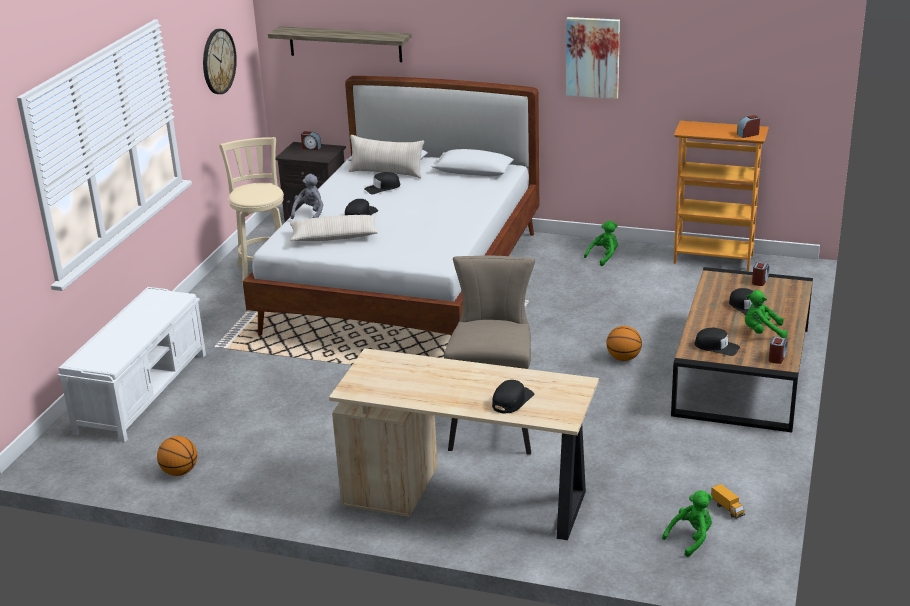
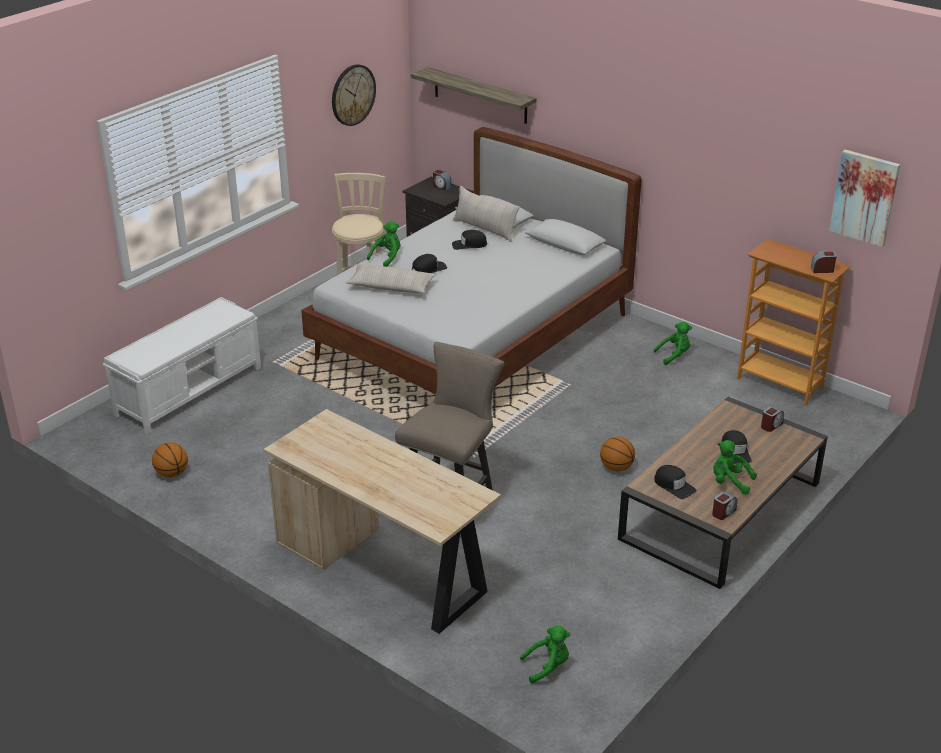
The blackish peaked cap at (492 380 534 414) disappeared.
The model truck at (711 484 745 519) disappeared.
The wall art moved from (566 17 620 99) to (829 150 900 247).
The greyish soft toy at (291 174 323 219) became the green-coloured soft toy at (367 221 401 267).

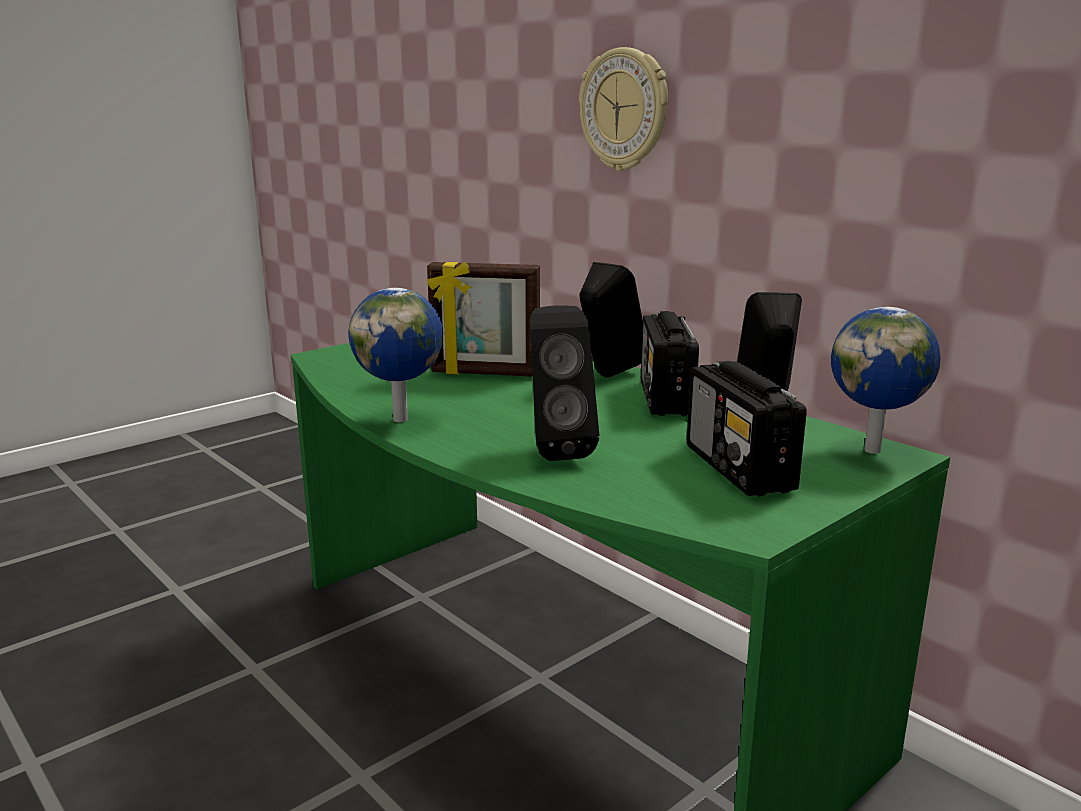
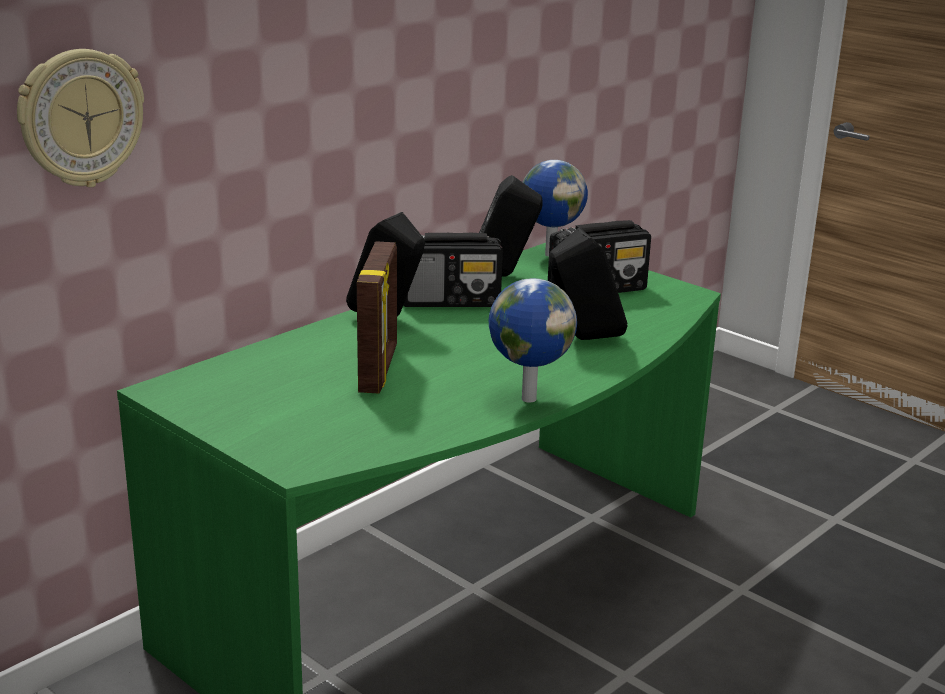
The hanging clock moved from (579 47 668 171) to (17 49 144 187).

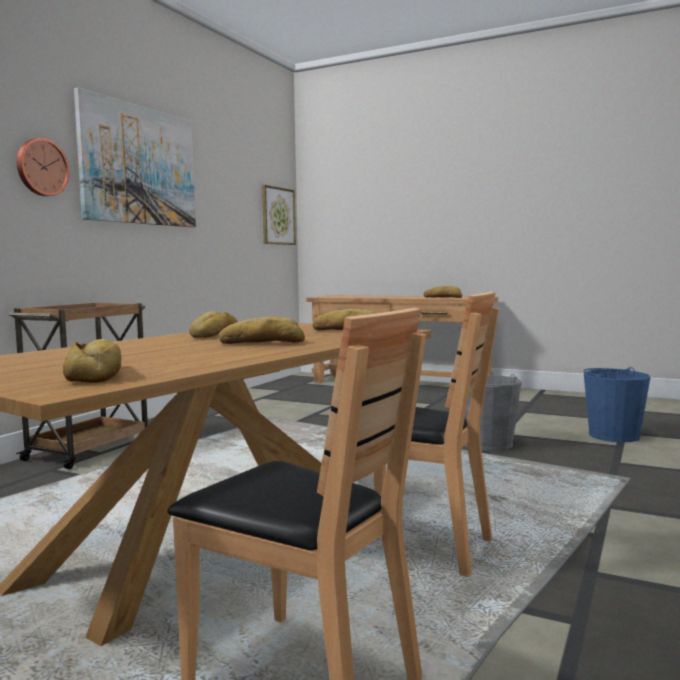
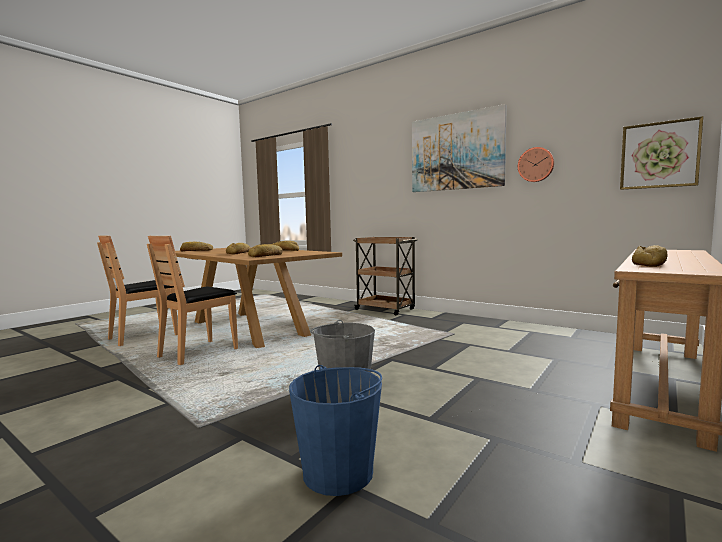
The hanging clock moved from (17 138 69 196) to (518 147 554 182).

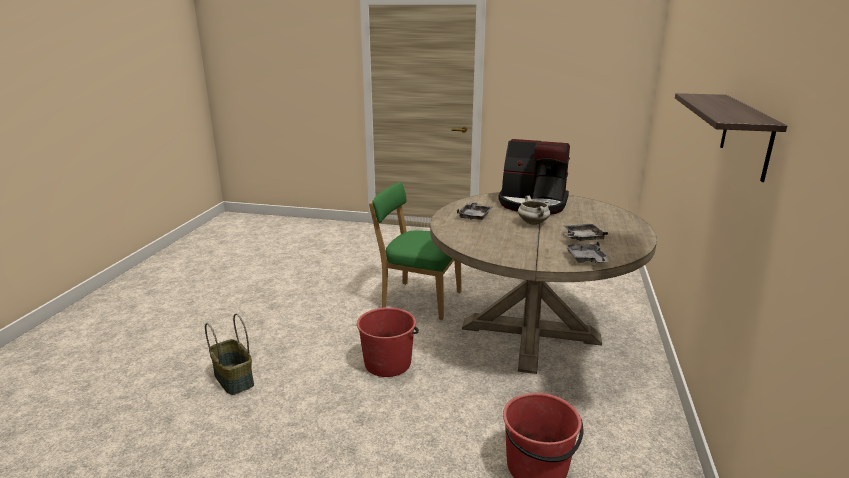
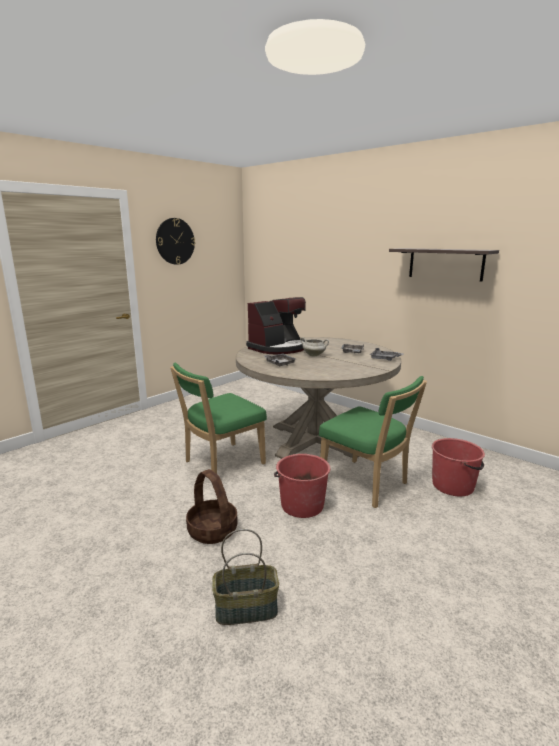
The hanging clock at (156 218 195 265) appeared.
The storage basket at (186 469 238 544) appeared.
The green-coloured chair at (319 376 427 508) appeared.

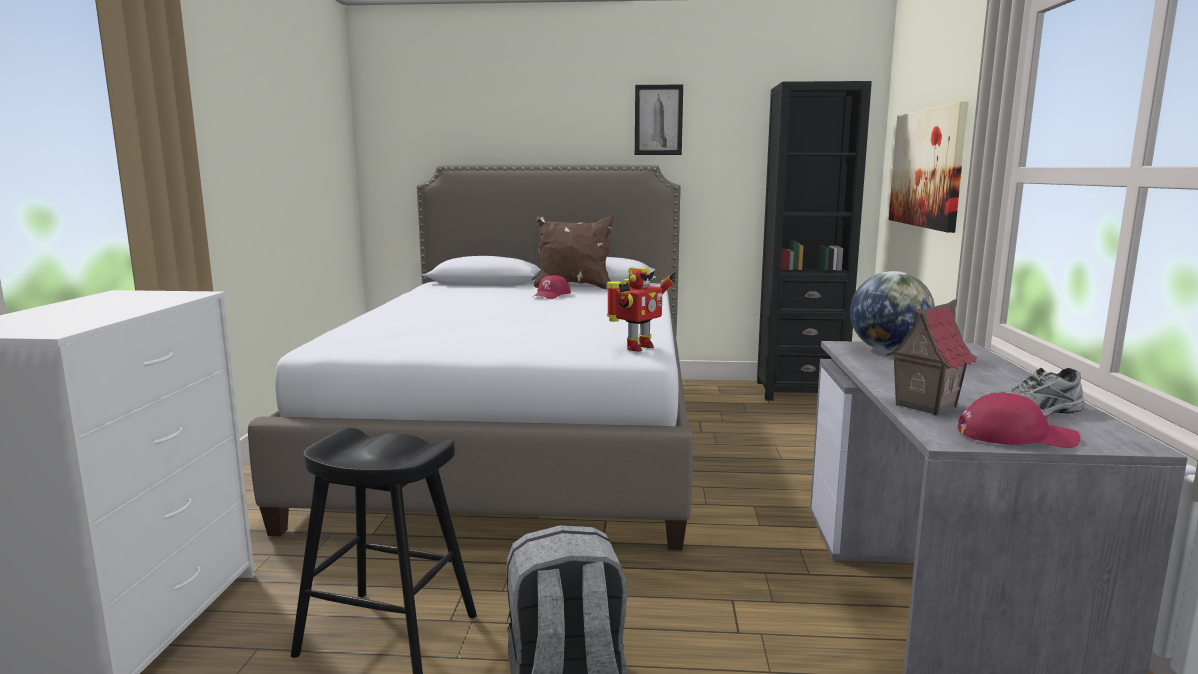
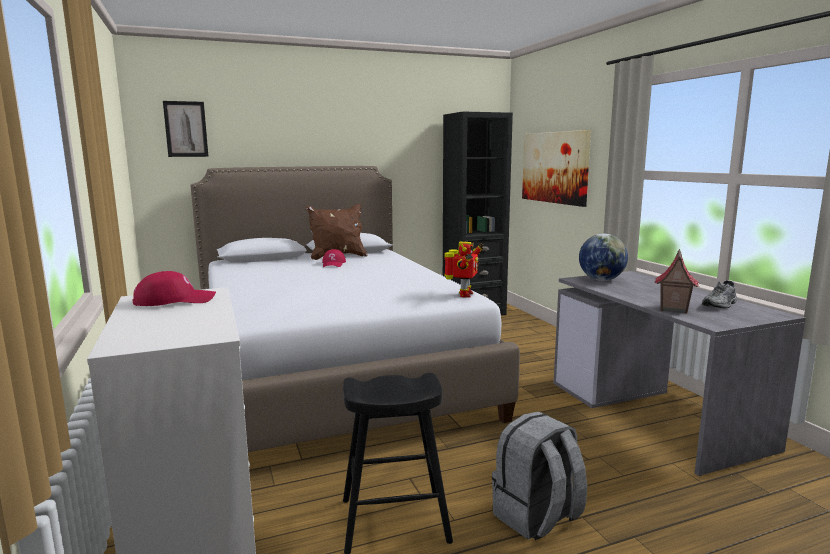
The wall art moved from (635 84 683 155) to (163 101 209 157).
The reddish peaked cap moved from (958 393 1081 448) to (133 271 216 306).

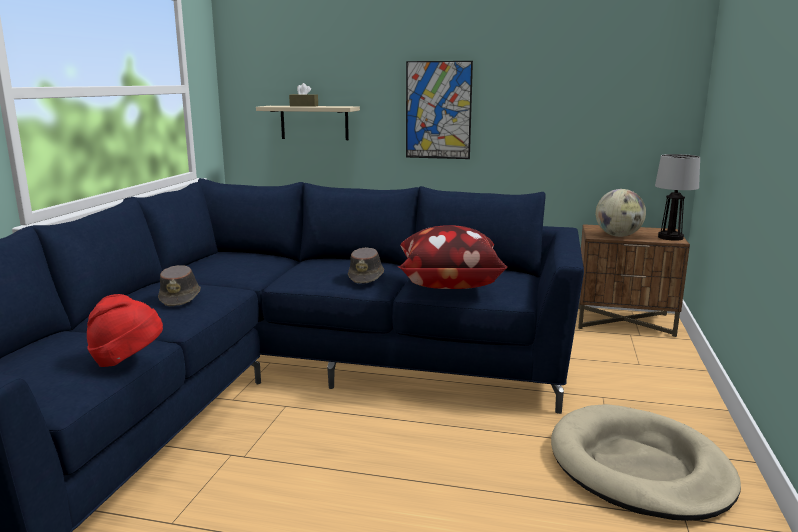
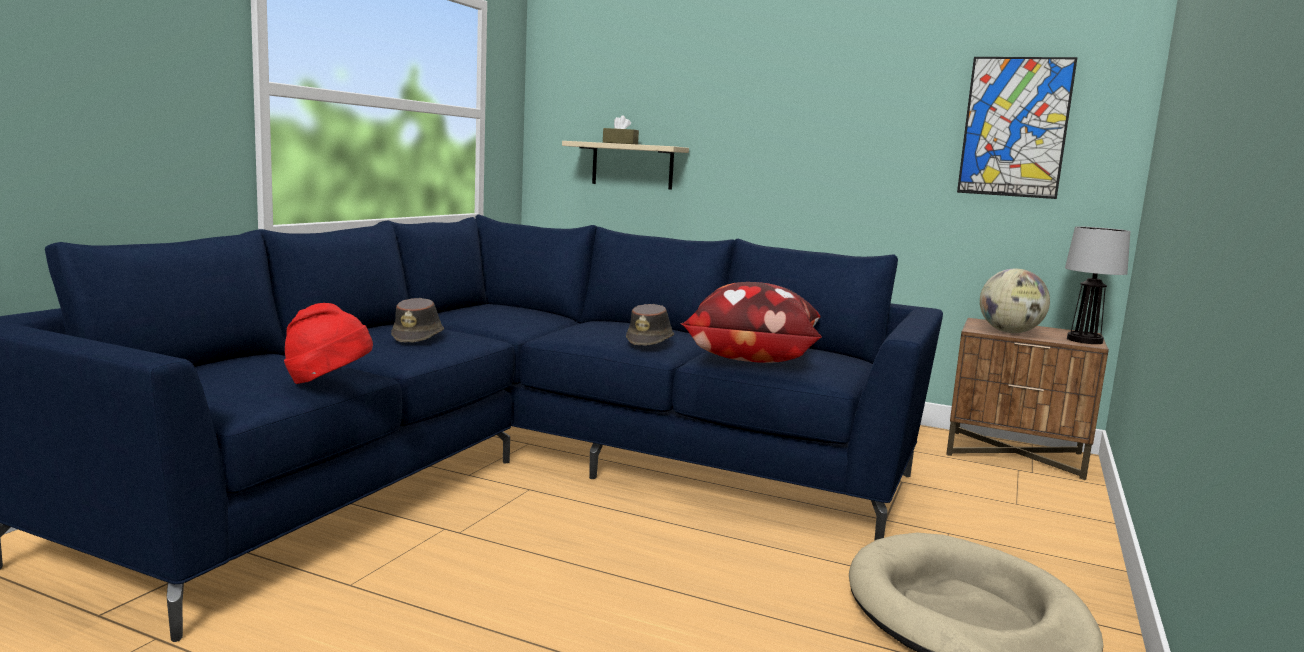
The wall art moved from (406 61 473 159) to (957 57 1078 199).

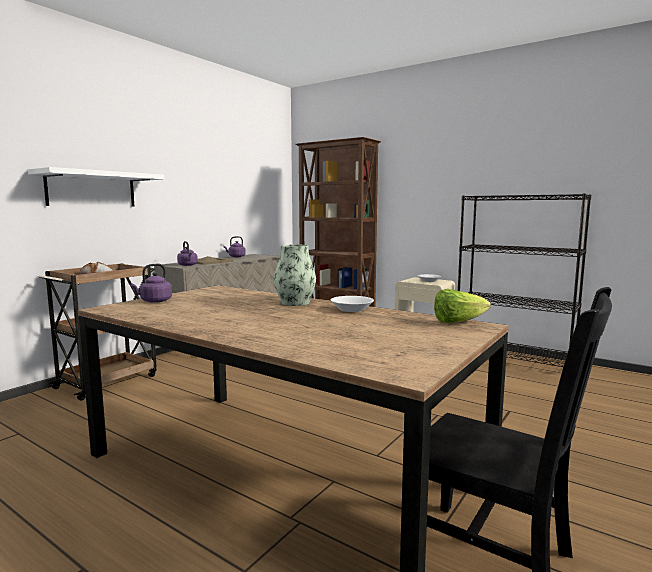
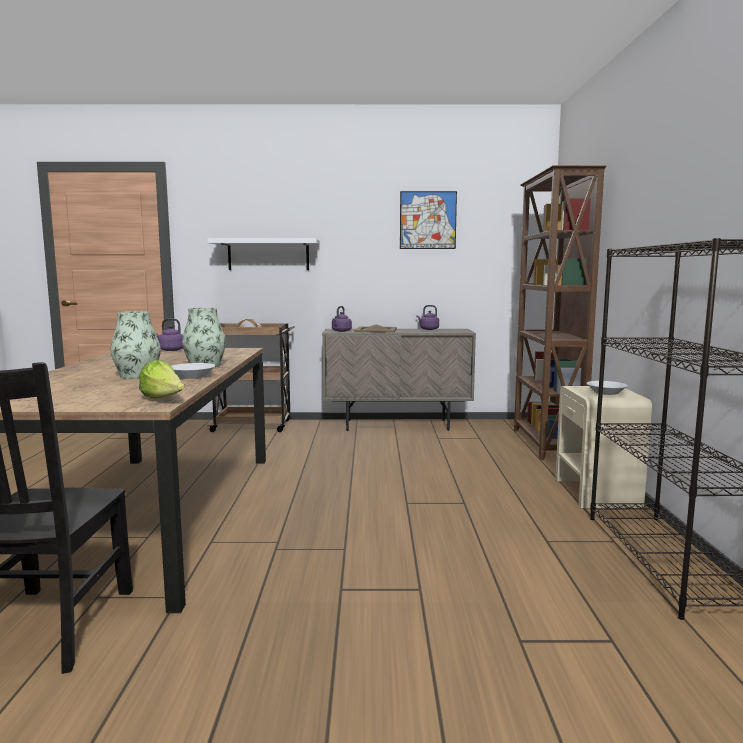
The vase at (110 311 161 379) appeared.
The wall art at (400 191 457 249) appeared.

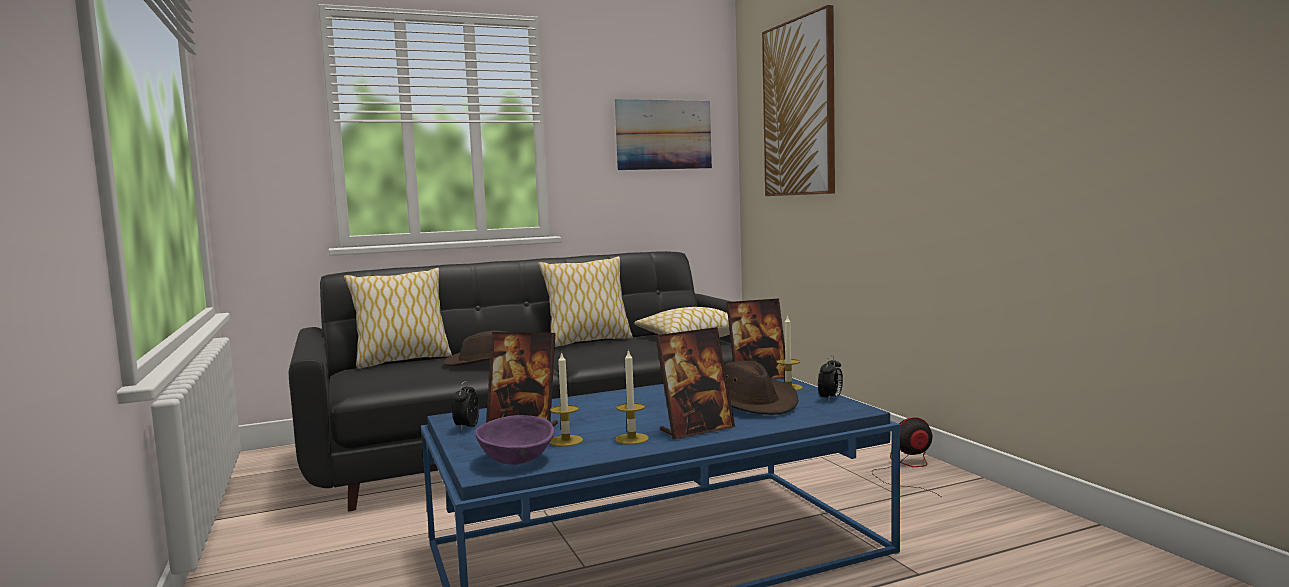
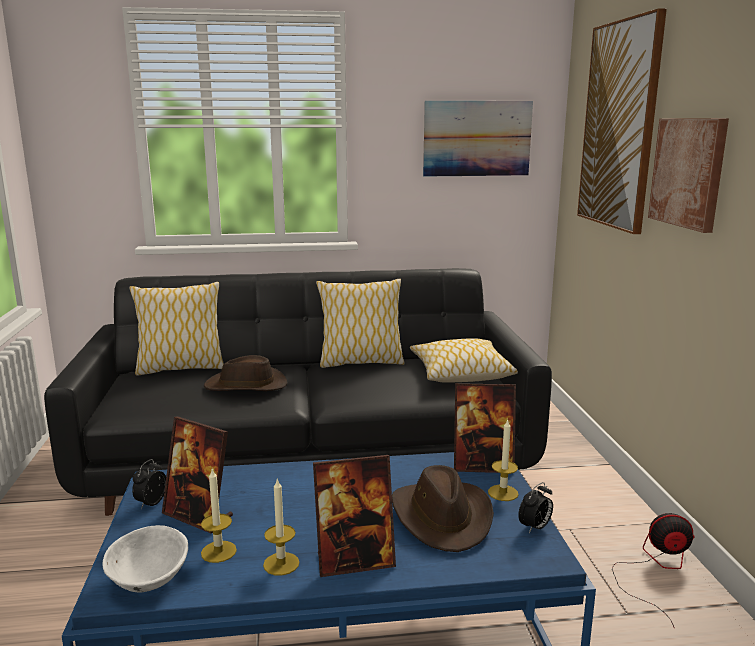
The wall art at (648 118 729 233) appeared.
The purple-coloured deep dish at (475 415 555 465) became the whitish deep dish at (103 525 188 593).

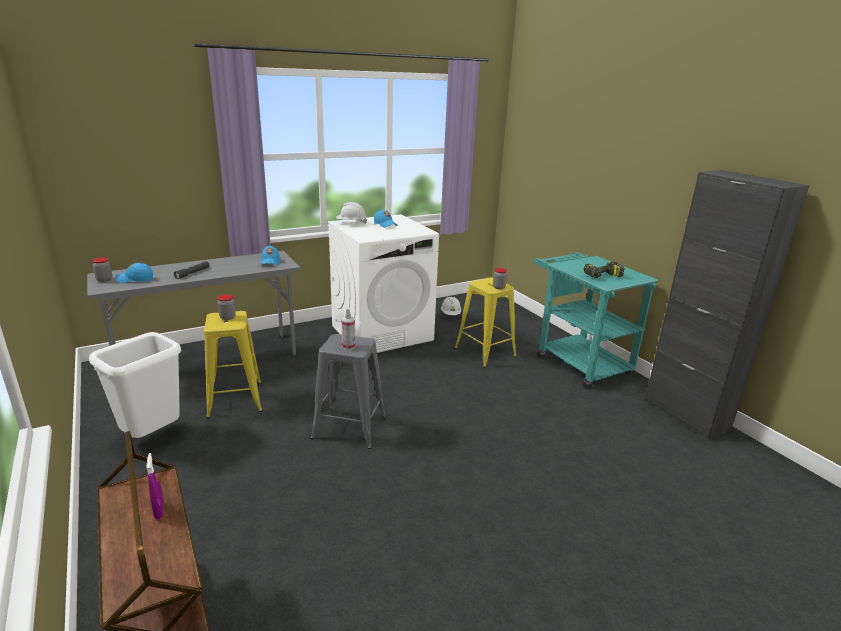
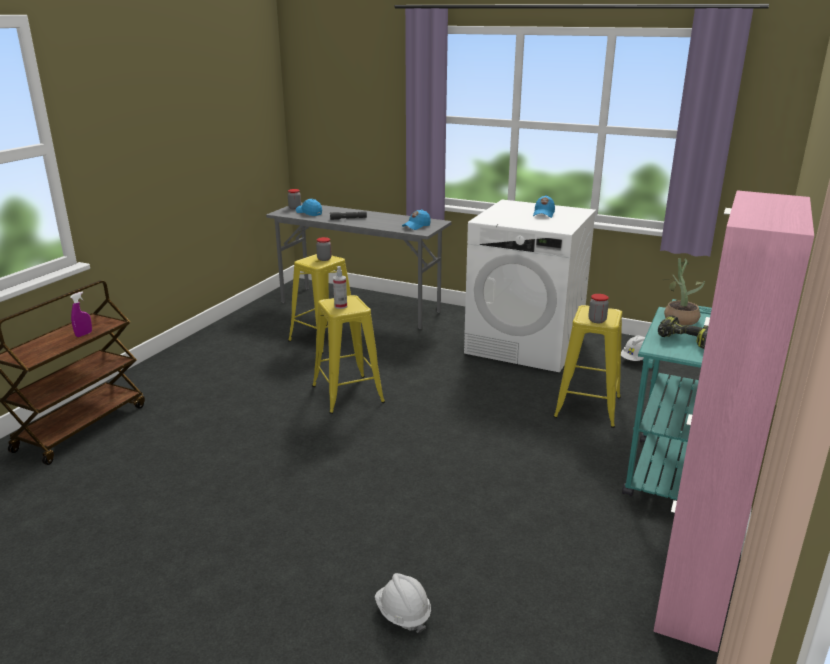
The whitish trash can at (89 332 181 438) disappeared.
The houseplant at (664 258 705 325) appeared.
The whitish safety helmet moved from (336 202 368 224) to (375 573 431 633).
The greyish stool seat at (311 334 386 449) became the yellow-coloured stool seat at (312 295 385 414).
The blackish cabinet at (645 170 809 440) became the pinkish cabinet at (653 190 814 652).

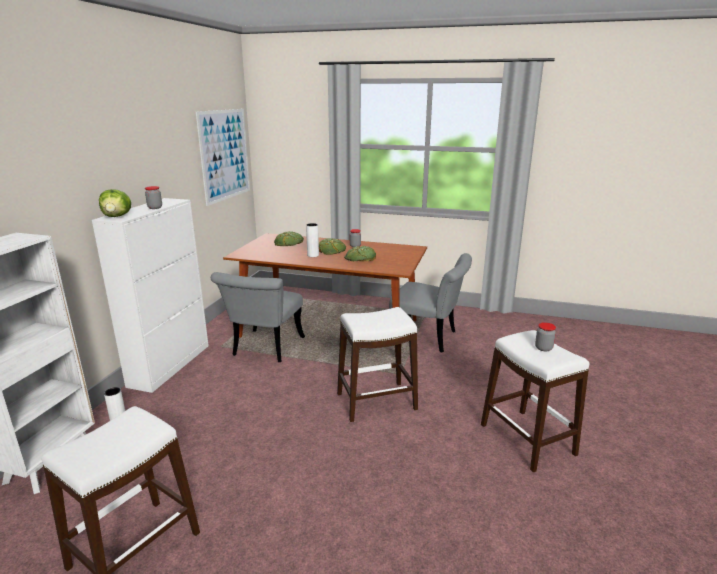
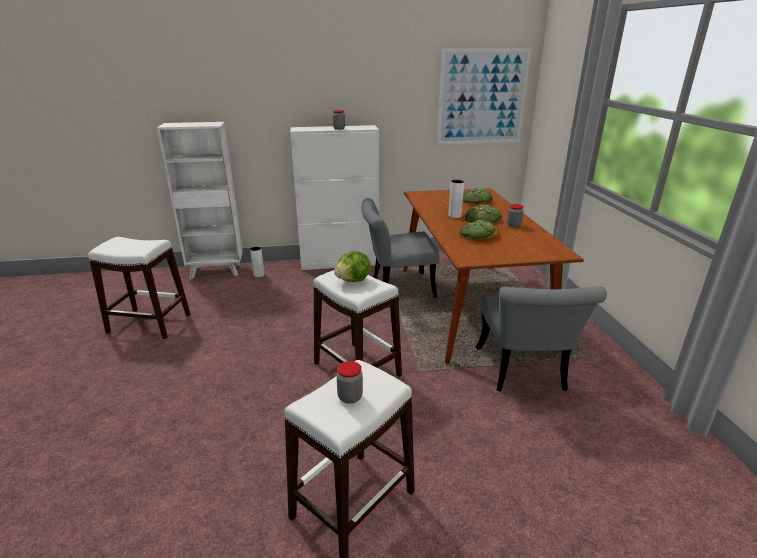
The head of lettuce moved from (99 189 131 217) to (334 251 371 282).

